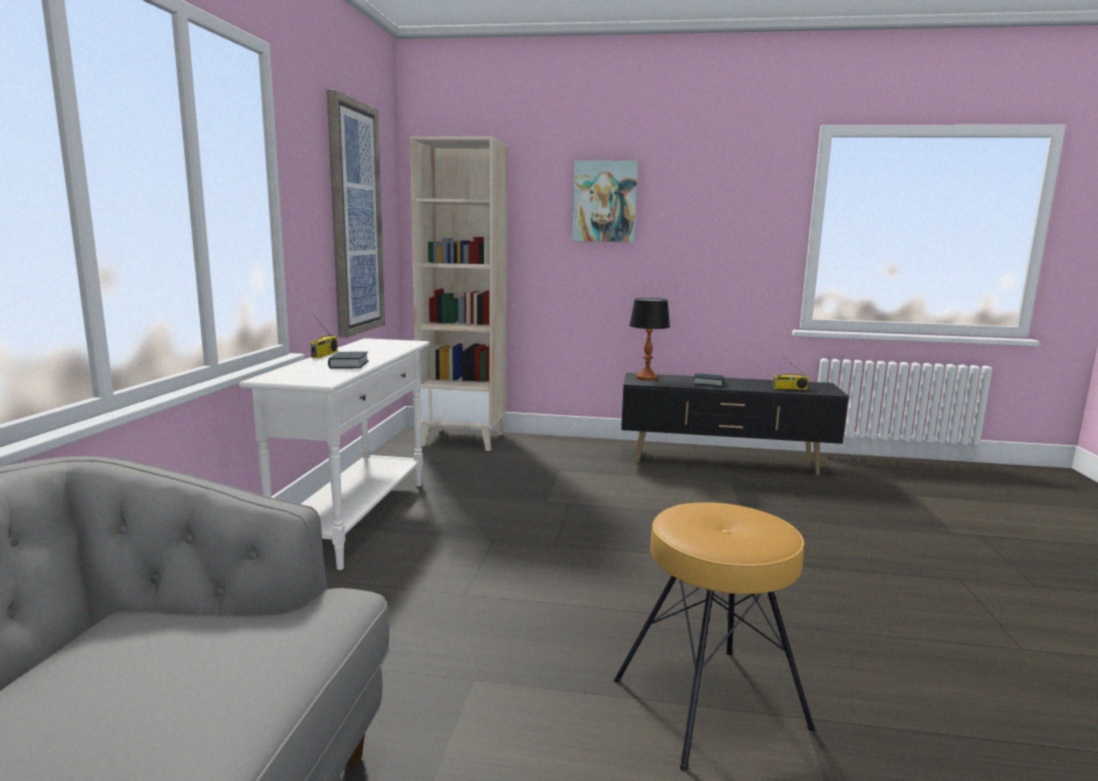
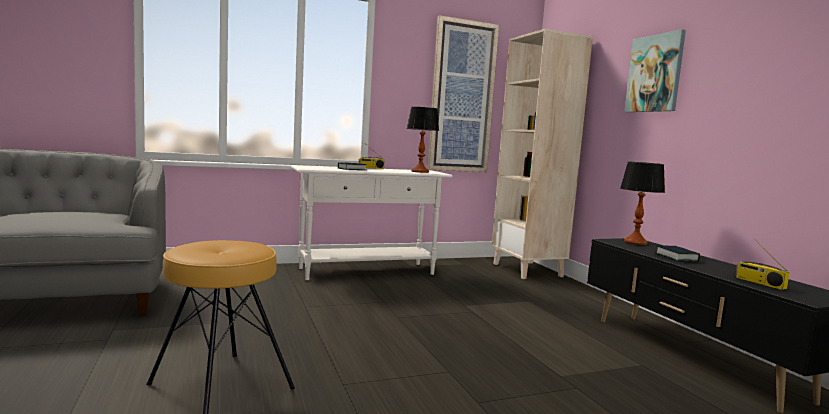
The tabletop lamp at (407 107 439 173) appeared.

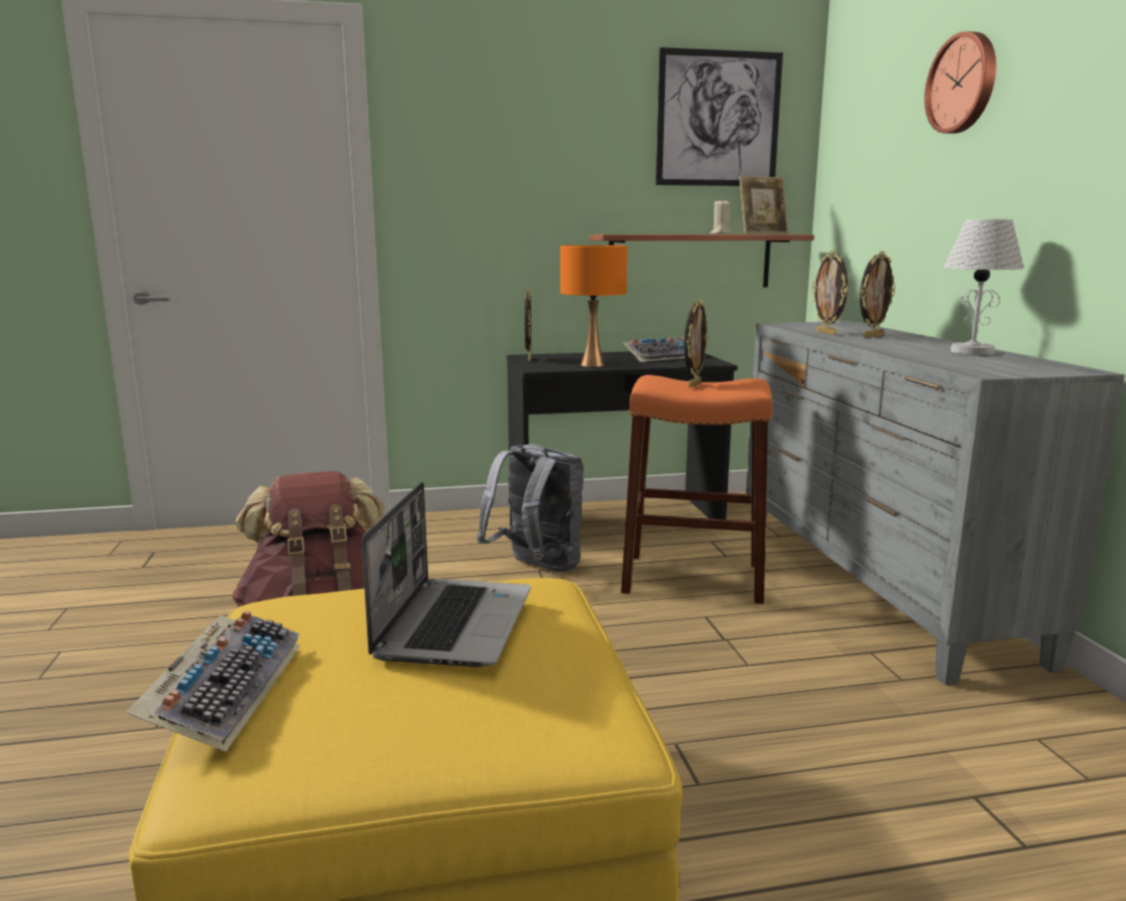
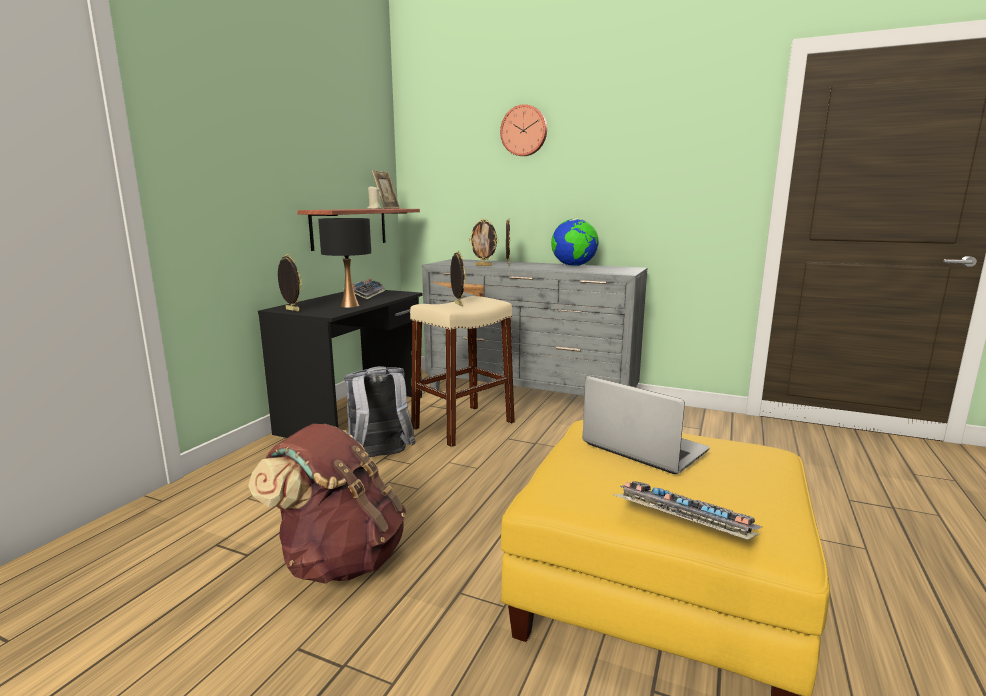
The wall art at (656 47 783 186) disappeared.
The whitish tabletop lamp at (943 219 1024 355) was replaced by the desk globe at (551 218 599 266).
The orangey tabletop lamp at (560 245 628 367) became the blackish tabletop lamp at (318 218 371 308).
The orangey stool seat at (621 375 772 604) became the beige-coloured stool seat at (410 296 515 447).

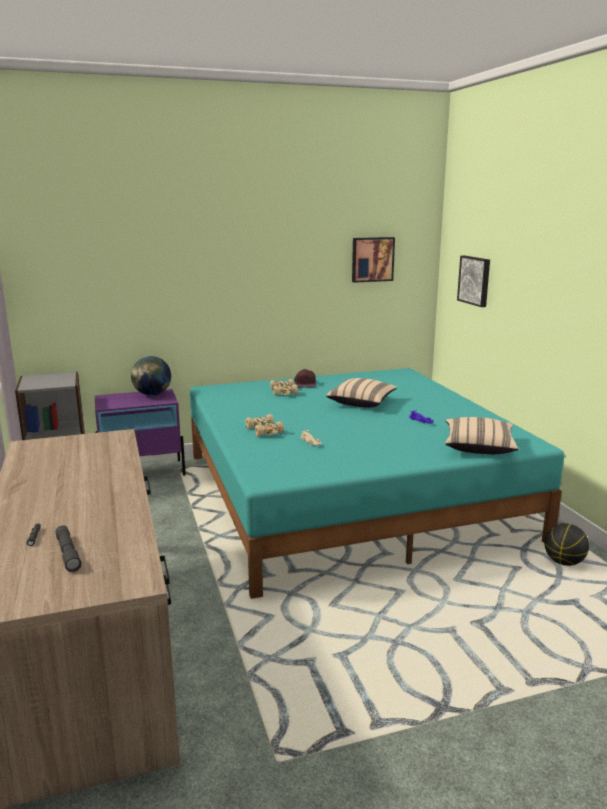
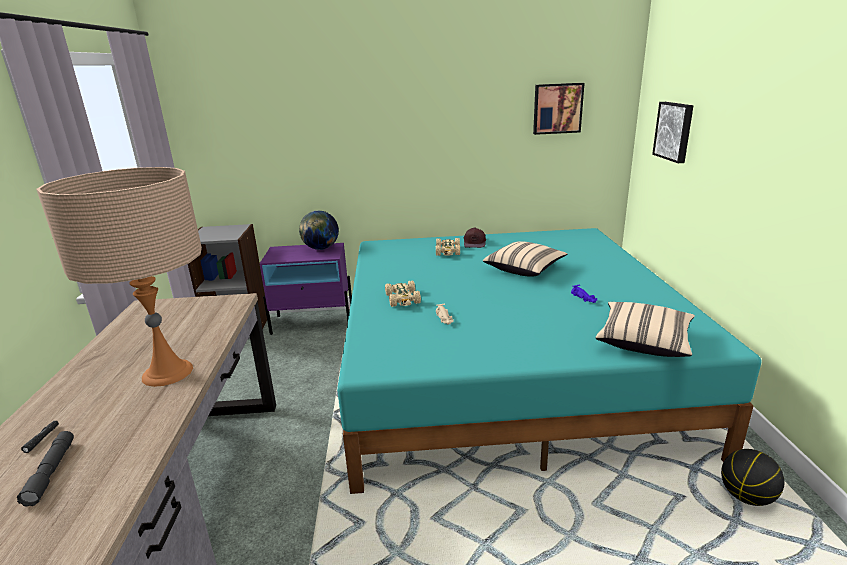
The beige-coloured tabletop lamp at (36 167 202 387) appeared.

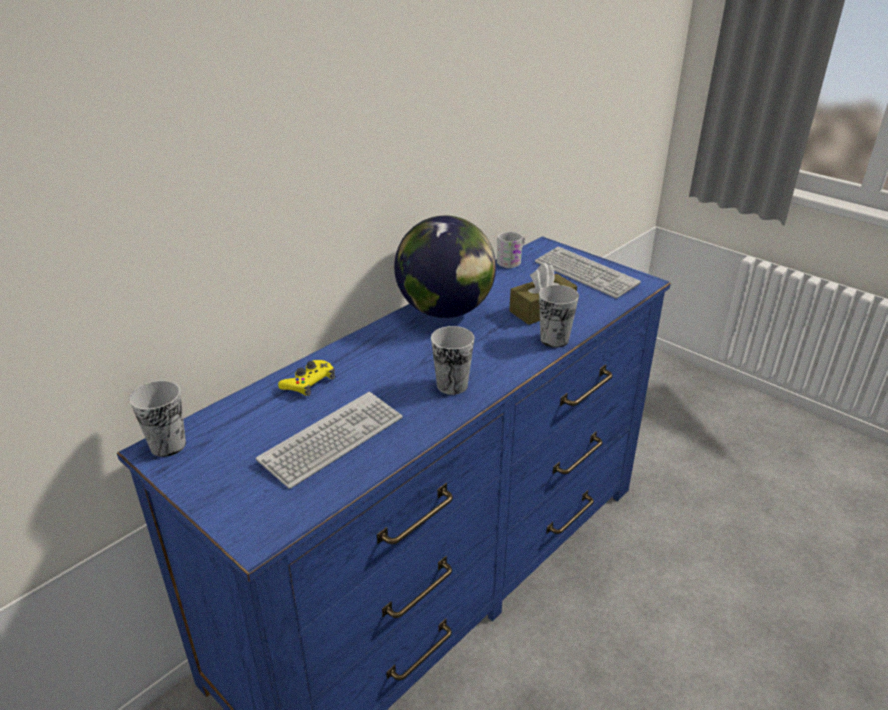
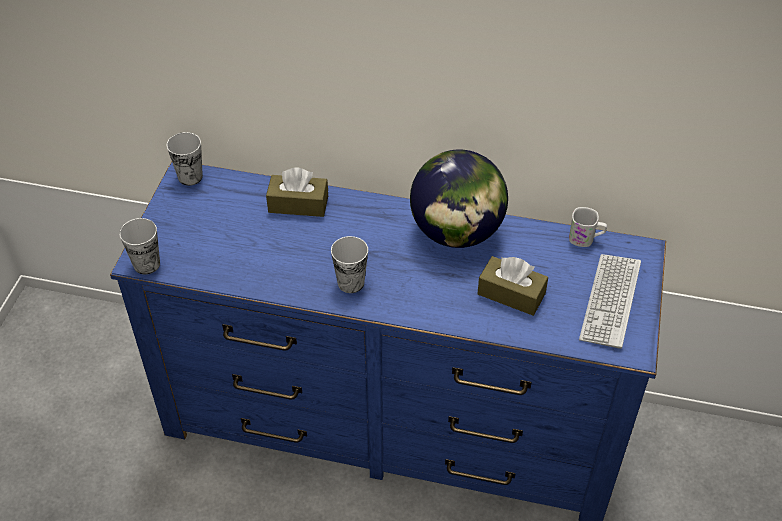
The keyboard at (256 392 402 489) disappeared.
The cup moved from (539 285 579 348) to (119 218 160 275).
The yellow-coloured gamepad at (278 360 335 396) was replaced by the brownish box of tissues at (266 168 328 217).

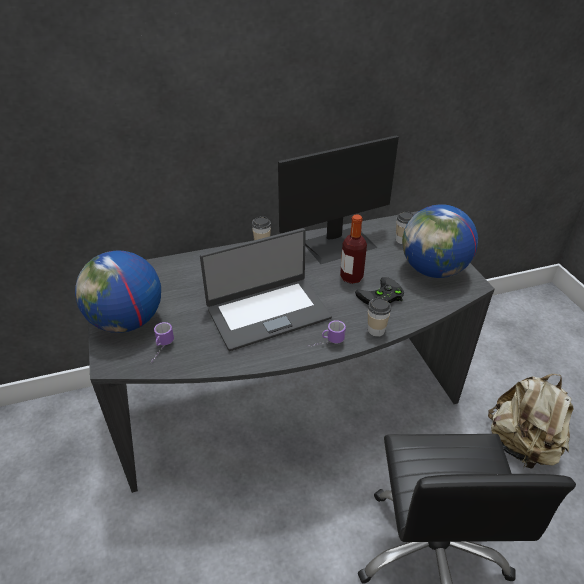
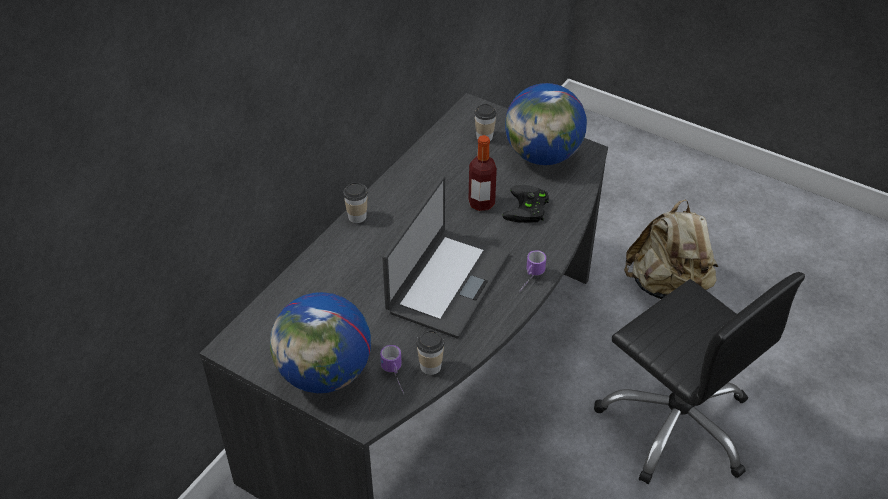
The computer screen at (278 135 399 264) disappeared.
The cup moved from (368 298 391 337) to (416 330 444 375).

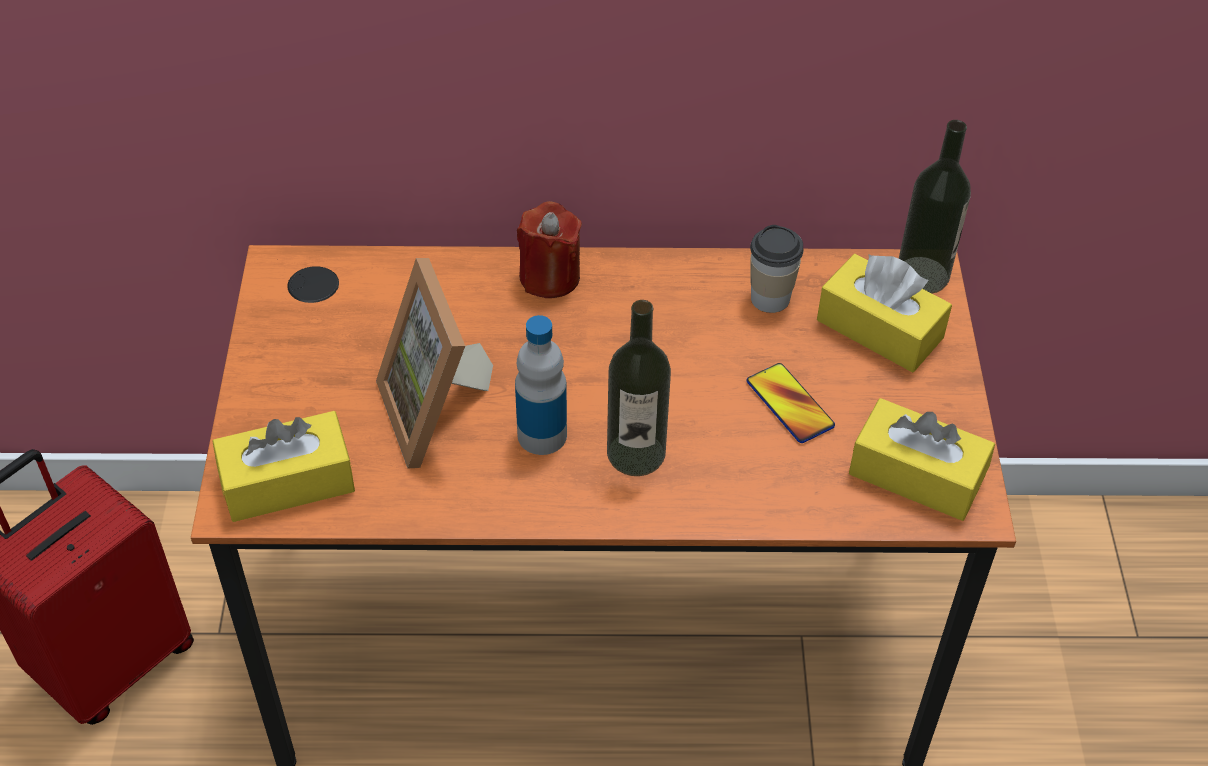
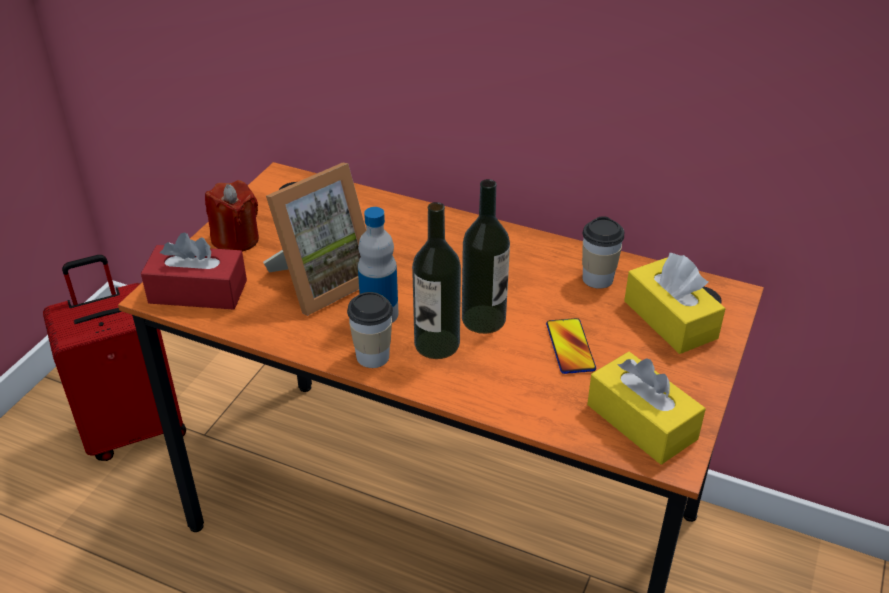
The cup at (347 292 393 368) appeared.
The reddish candle moved from (517 201 582 298) to (205 180 259 252).
The drink bottle moved from (899 120 971 294) to (462 179 510 334).
The yellow-coloured box of tissues at (213 411 355 522) became the reddish box of tissues at (141 232 247 310).
The standing frame at (376 258 493 468) turned 135 degrees counterclockwise.

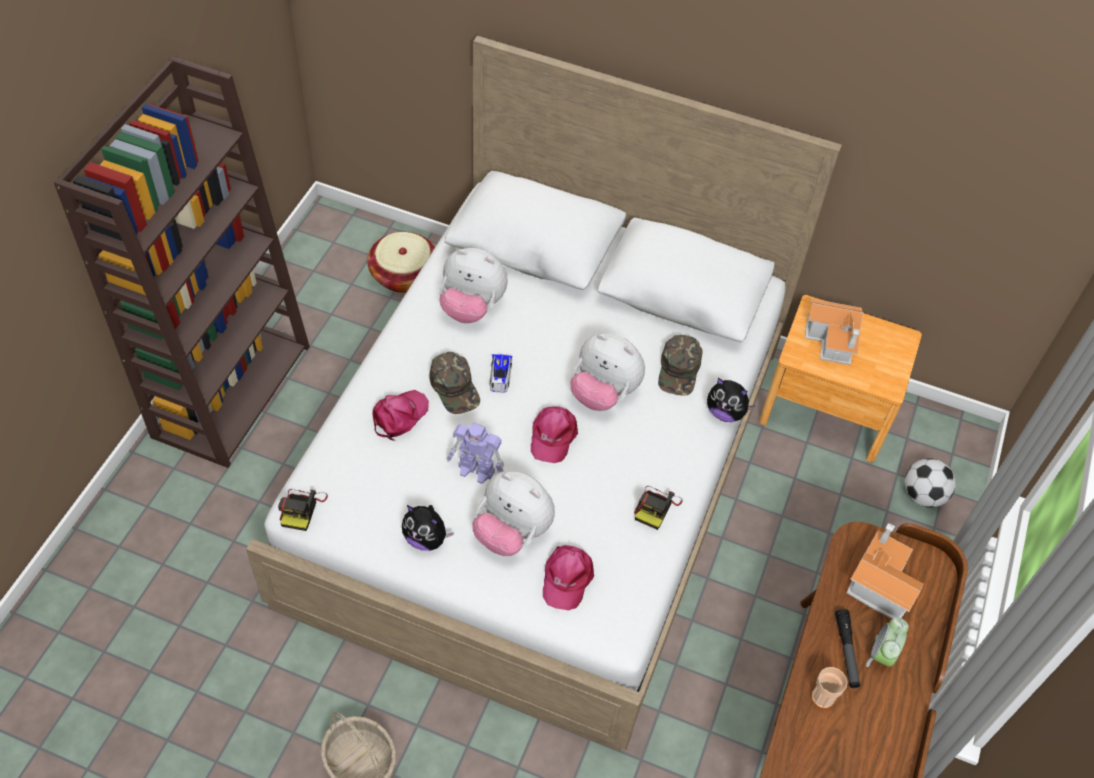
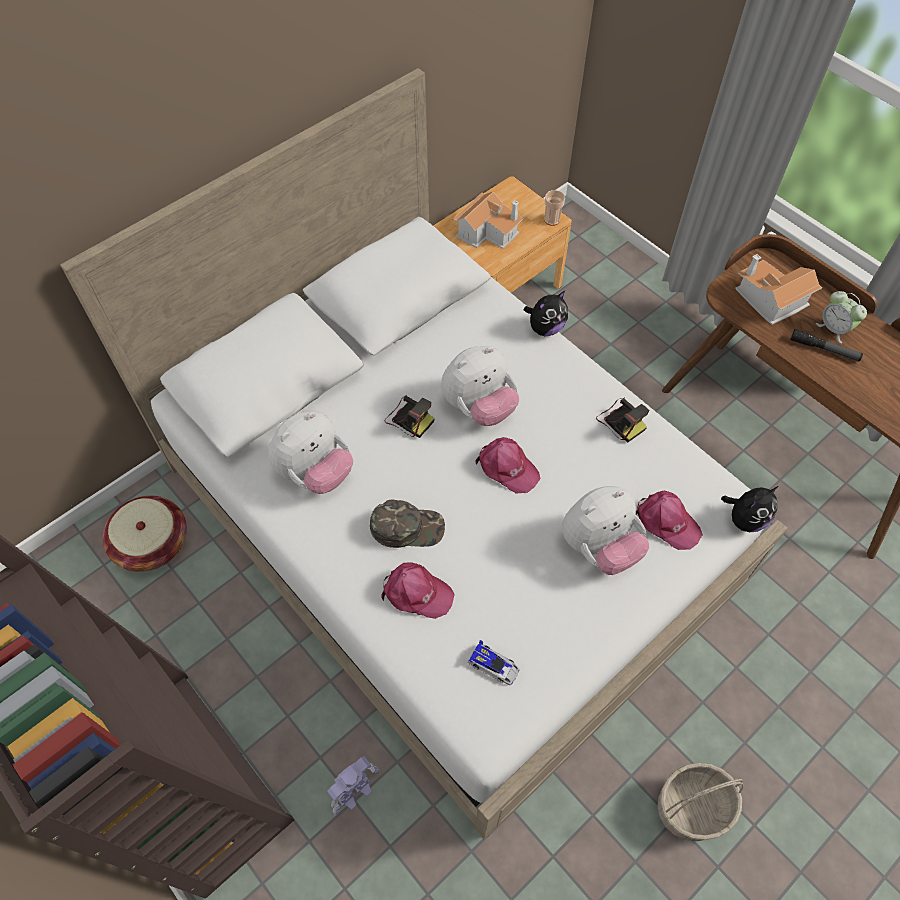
The green-coloured peaked cap at (658 335 703 395) disappeared.
The football at (905 458 956 508) disappeared.
The still camera moved from (278 489 328 531) to (385 395 435 438).
The soft toy moved from (402 505 454 551) to (721 486 779 532).
The model robot moved from (447 422 504 484) to (327 756 380 816).
The toy car moved from (490 354 512 393) to (468 640 519 685).
The cup moved from (811 667 848 709) to (544 190 565 226).
The pinkish peaked cap at (373 390 429 440) turned 135 degrees clockwise.

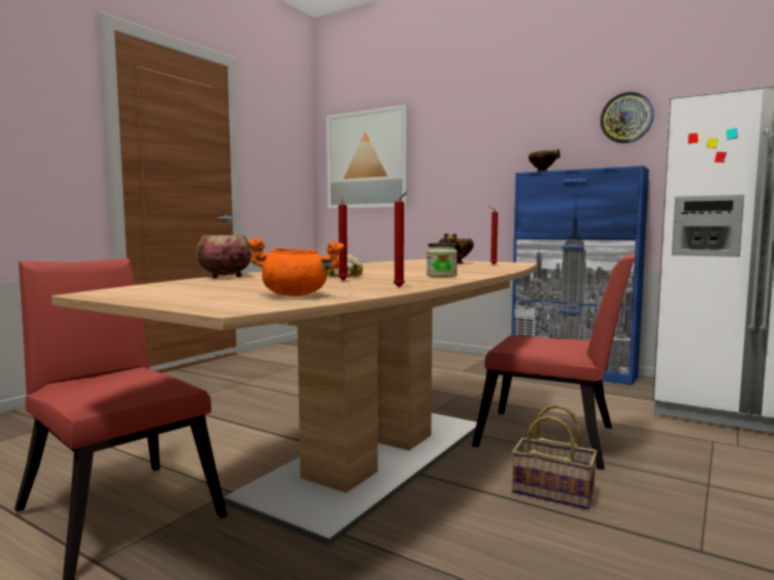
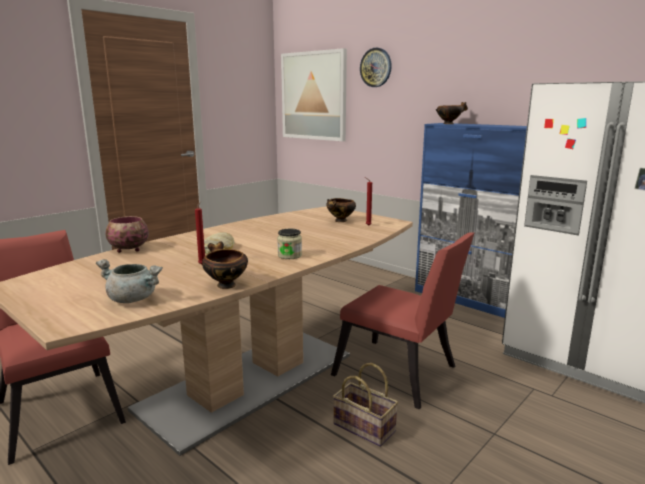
The hanging clock moved from (600 92 654 143) to (360 48 392 87).
The reddish candle at (394 192 407 287) was replaced by the deep dish at (202 242 248 289).
The orangey cooking pot at (247 238 344 296) became the greyish cooking pot at (96 259 163 303).

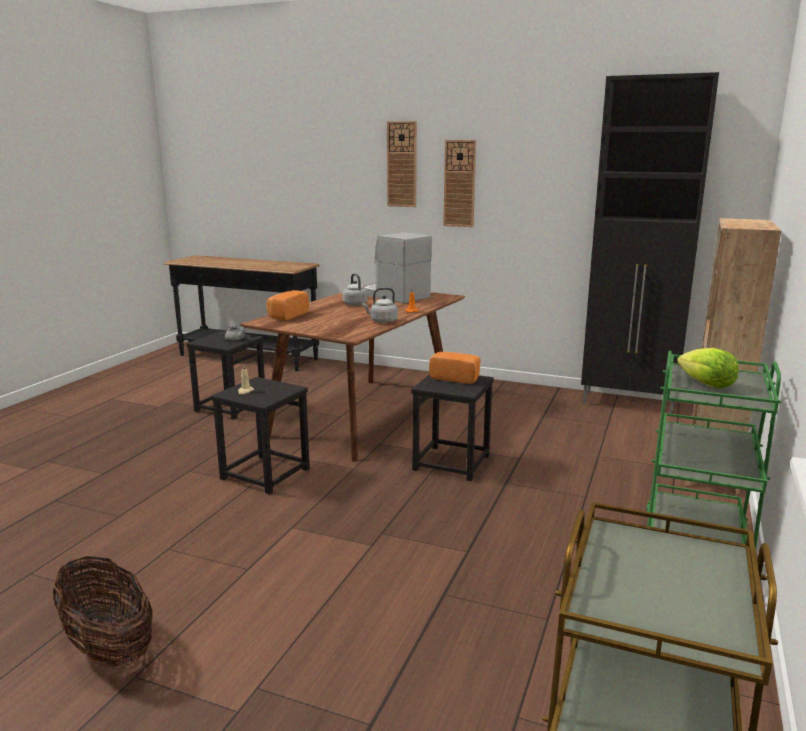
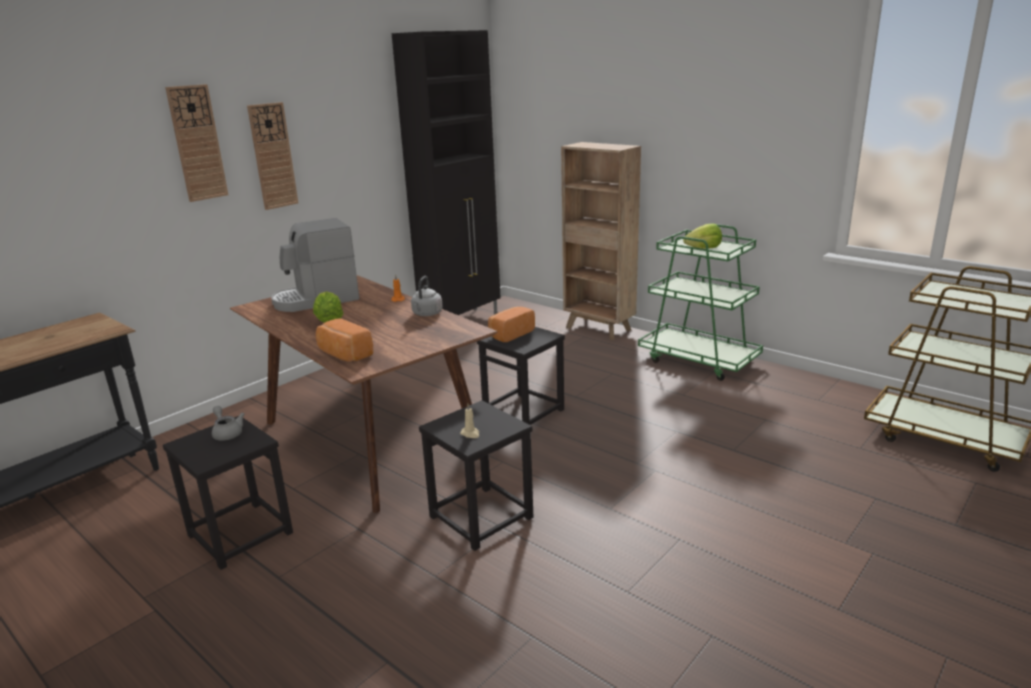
The storage basket at (53 556 153 669) disappeared.
The greyish tea kettle at (343 273 368 306) was replaced by the head of lettuce at (313 291 343 323).

